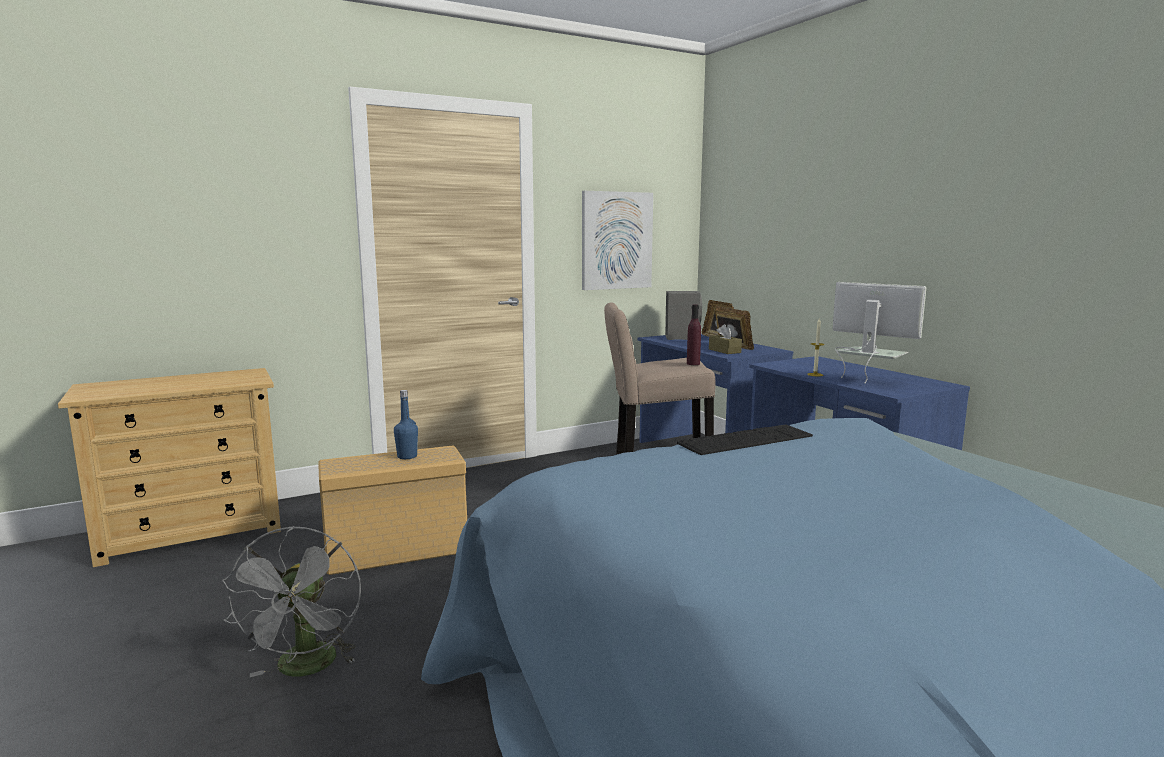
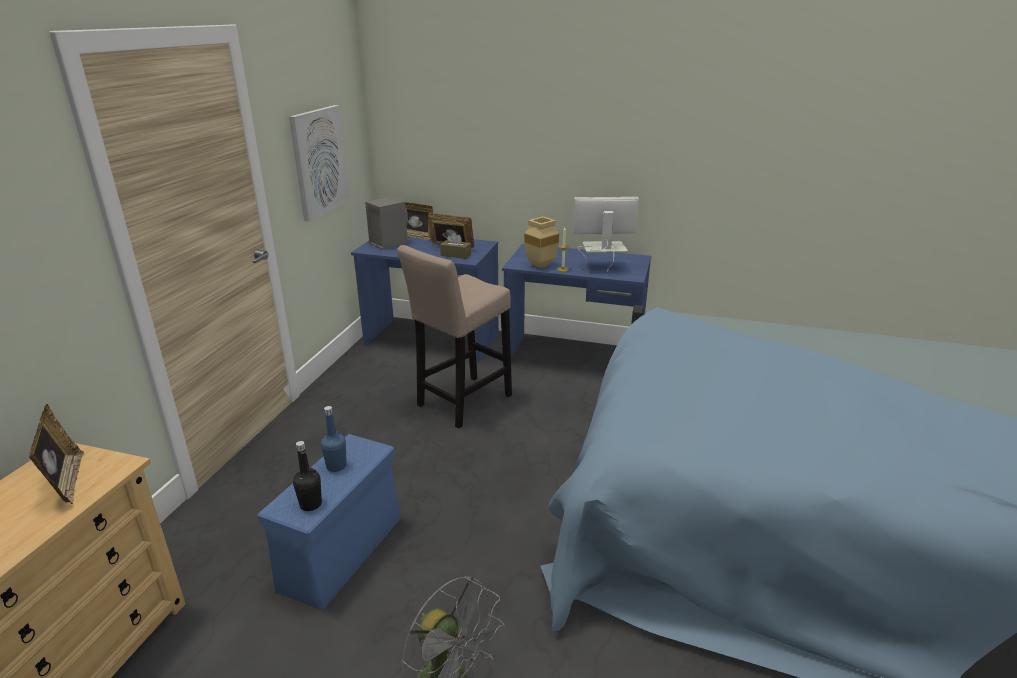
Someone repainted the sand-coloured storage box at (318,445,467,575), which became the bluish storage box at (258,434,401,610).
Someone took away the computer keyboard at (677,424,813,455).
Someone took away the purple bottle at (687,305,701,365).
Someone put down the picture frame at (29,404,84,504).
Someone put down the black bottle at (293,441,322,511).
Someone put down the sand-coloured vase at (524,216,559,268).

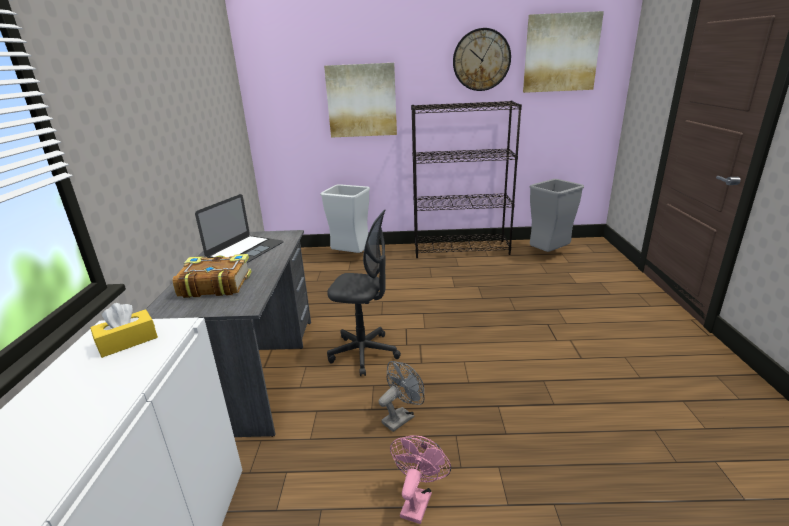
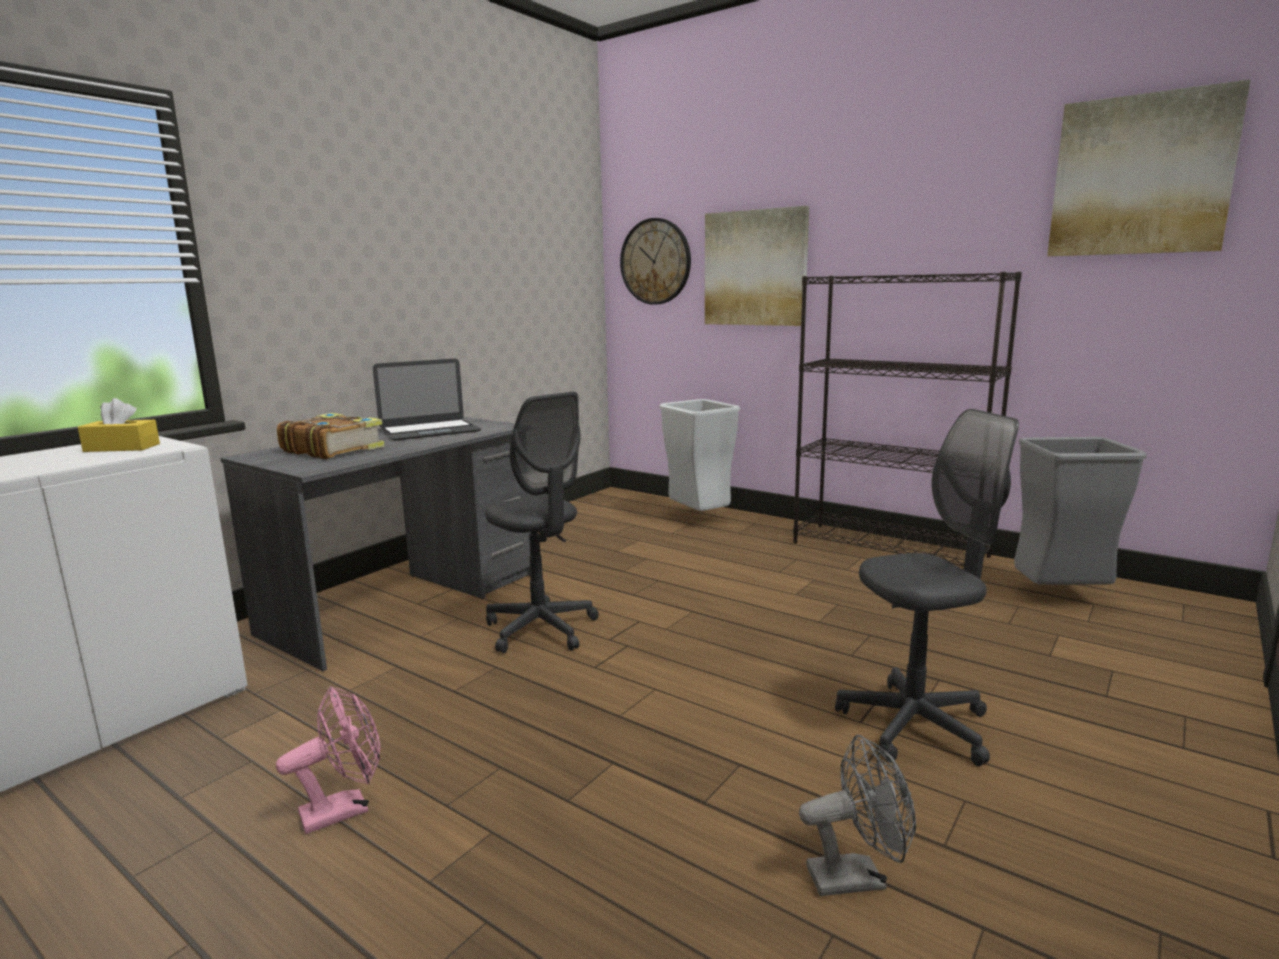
Someone carried the greyish fan from (378,361,425,432) to (799,735,916,896).
Someone carried the clock on the wall from (453,28,511,91) to (620,218,691,305).
Someone put down the greyish office chair at (835,409,1019,766).

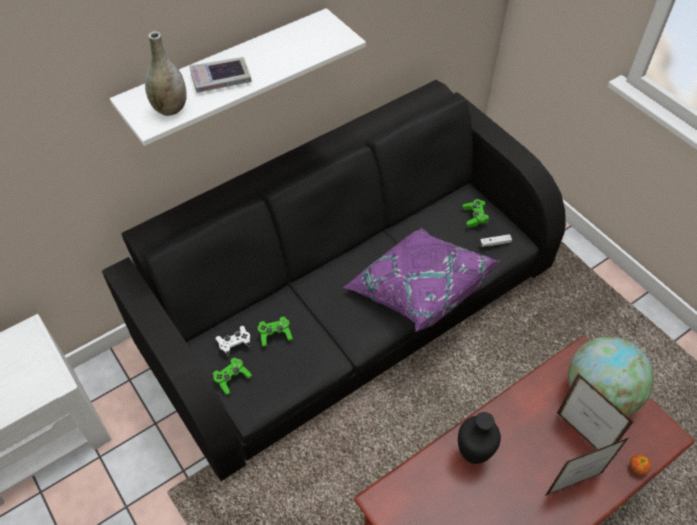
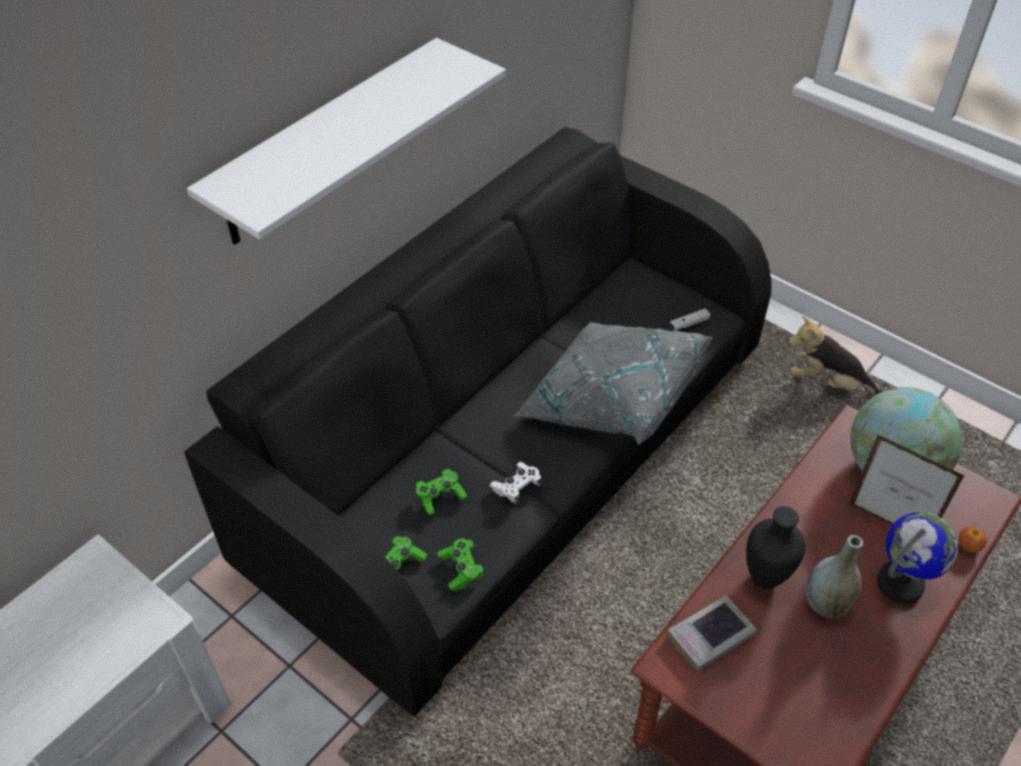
Someone carried the greyish vase from (145,31,187,116) to (806,535,863,618).
Someone carried the bound book from (189,57,252,93) to (667,596,757,671).
Someone carried the whitish joypad from (215,326,251,356) to (490,462,542,504).
Someone repainted the purple pillow at (343,227,500,332), which became the greyish pillow at (513,322,713,444).
Someone carried the green-coloured joypad from (462,199,490,227) to (437,539,485,591).
Someone swapped the picture frame at (545,438,628,496) for the world globe at (877,512,958,603).
Someone put down the plush toy at (788,316,883,395).

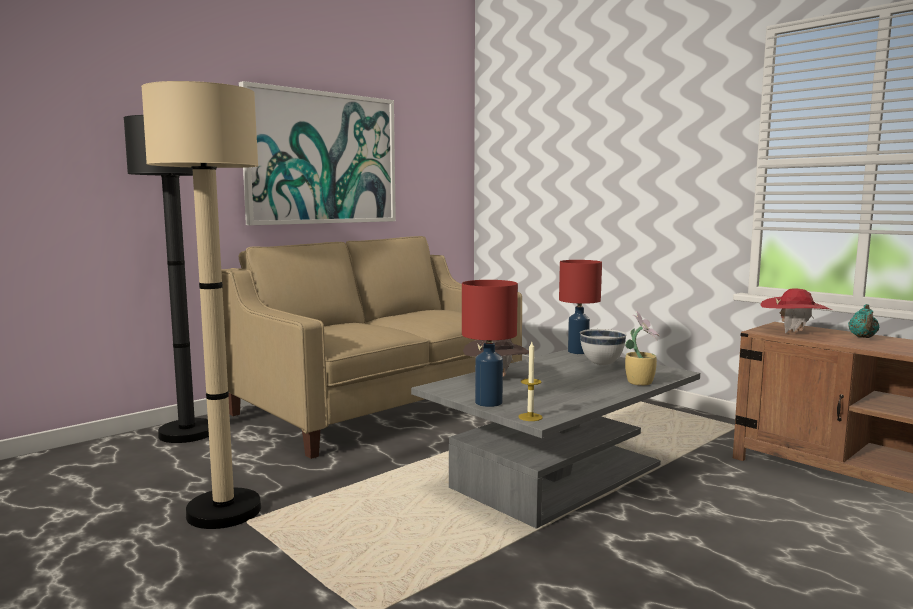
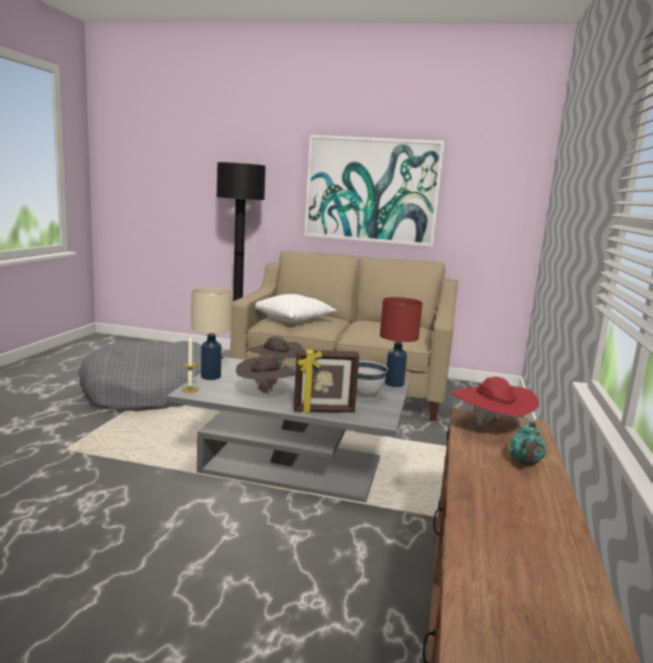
Someone swapped the sand-coloured standing lamp at (141,81,261,529) for the greyish dog bed at (78,341,201,411).
Someone repainted the red-coloured lamp for a table at (462,280,518,407), which became the sand-coloured lamp for a table at (191,288,233,380).
Someone swapped the potted plant at (625,311,659,386) for the picture frame at (294,350,359,413).
Someone rotated the turquoise teapot at (848,304,879,338) by 60 degrees counterclockwise.
Someone put down the brown-coloured wearable hat at (236,354,295,395).
Someone put down the whitish pillow at (255,294,337,323).

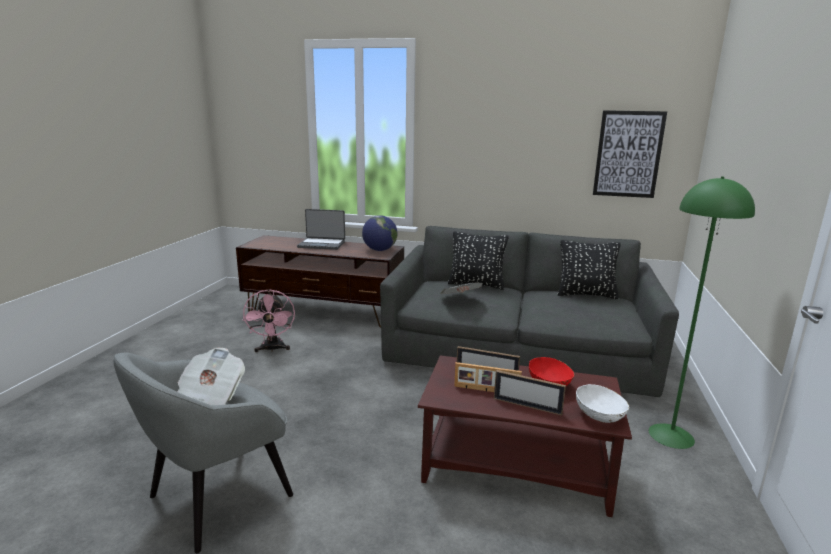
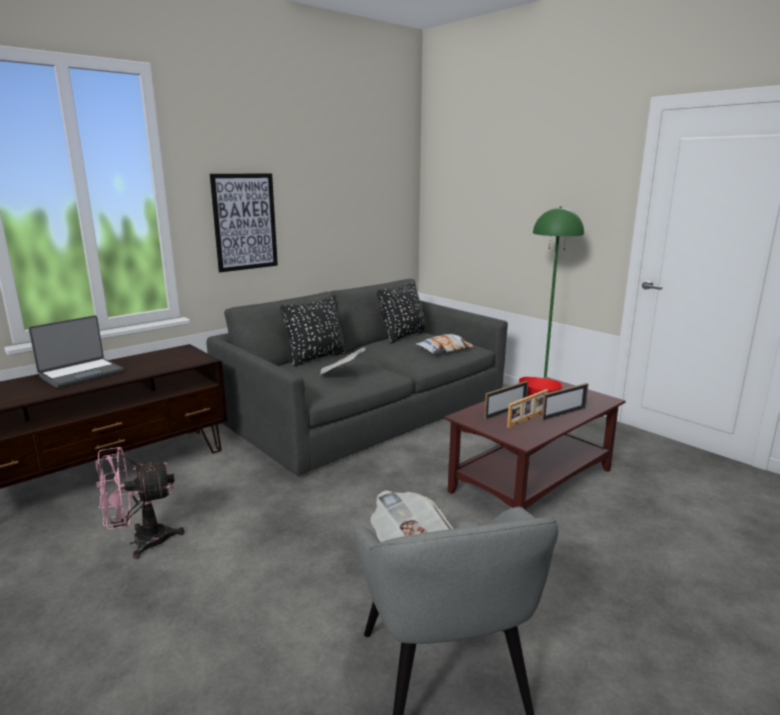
Someone rotated the pinkish fan at (243,289,295,352) by 135 degrees clockwise.
Someone took away the world globe at (362,215,397,251).
Someone took away the whitish serving bowl at (576,384,629,423).
Someone carried the wall art from (593,110,667,198) to (210,174,278,272).
Someone put down the pillow at (415,334,474,354).

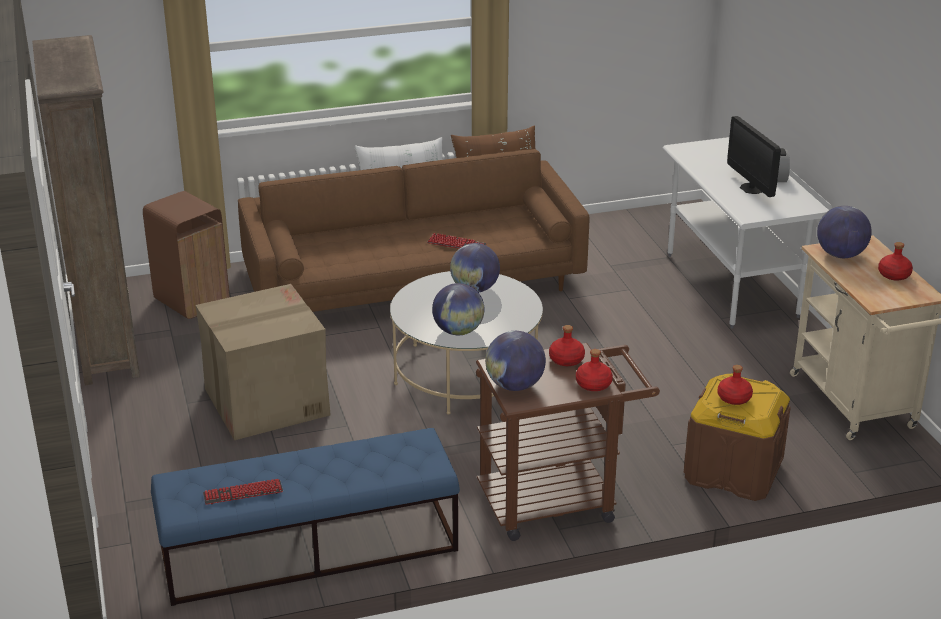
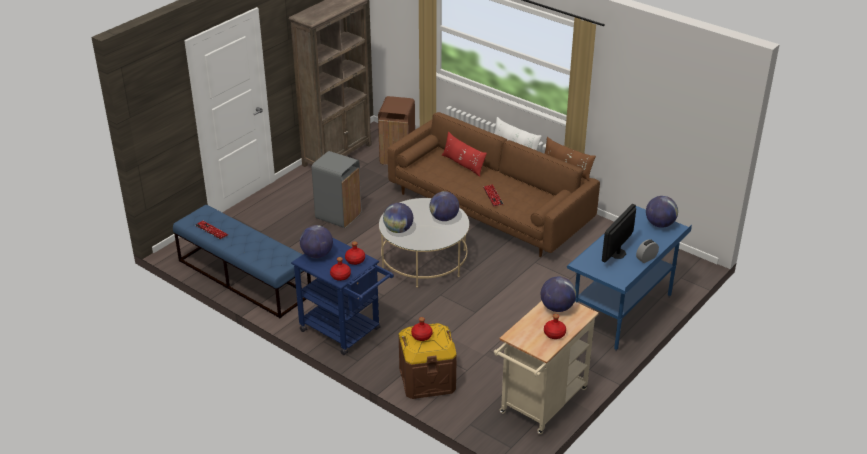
Someone swapped the packing box at (196,284,331,440) for the greyish trash can at (312,151,362,228).
Someone repainted the brown-coloured wheeled cart at (476,343,660,541), which became the bluish wheeled cart at (291,237,394,355).
Someone repainted the whitish desk at (663,137,832,329), which became the bluish desk at (567,206,692,351).
Someone put down the red-coloured pillow at (442,131,487,177).
Someone put down the world globe at (646,196,678,228).

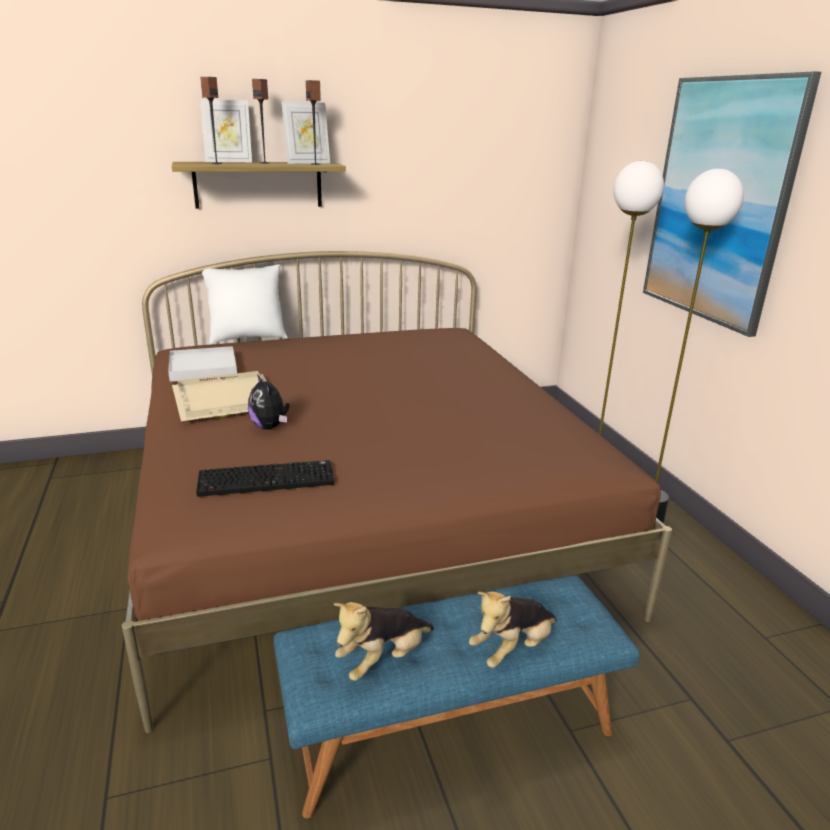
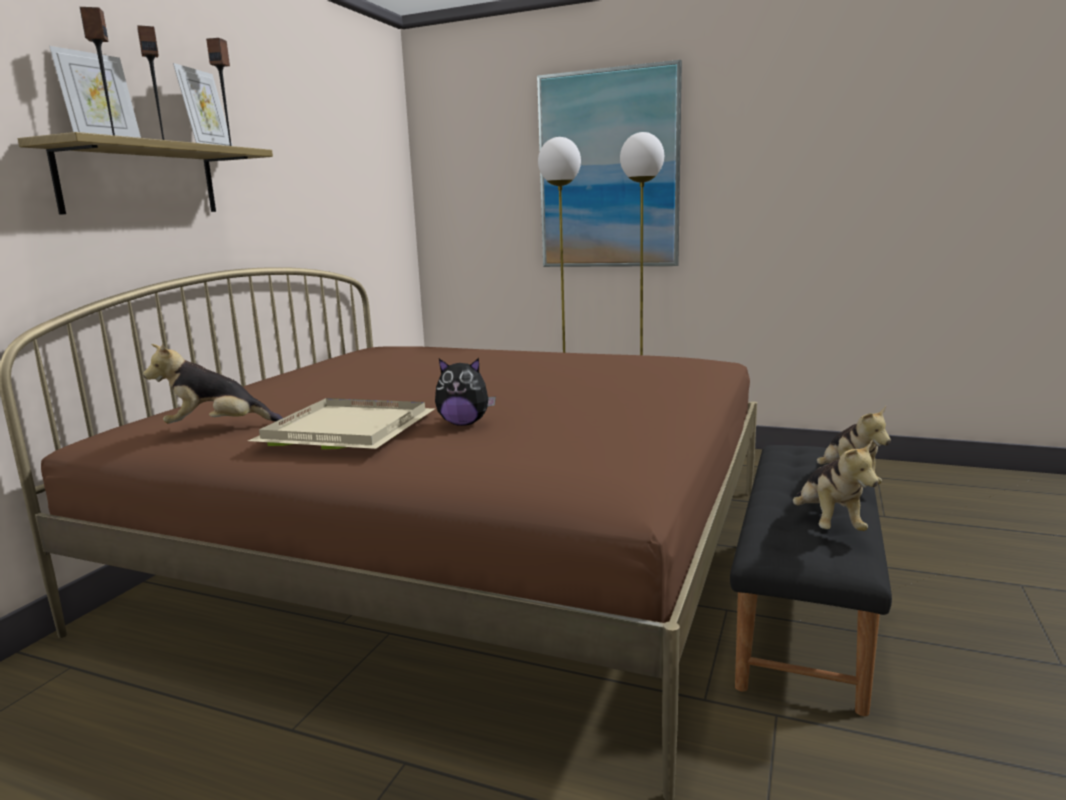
Someone swapped the whitish carrying tray at (168,346,237,382) for the plush toy at (143,344,283,423).
Someone took away the computer keyboard at (196,460,334,497).
Someone took away the whitish pillow at (202,264,288,345).
Someone repainted the bluish bench at (273,575,640,819), which became the black bench at (730,445,892,716).

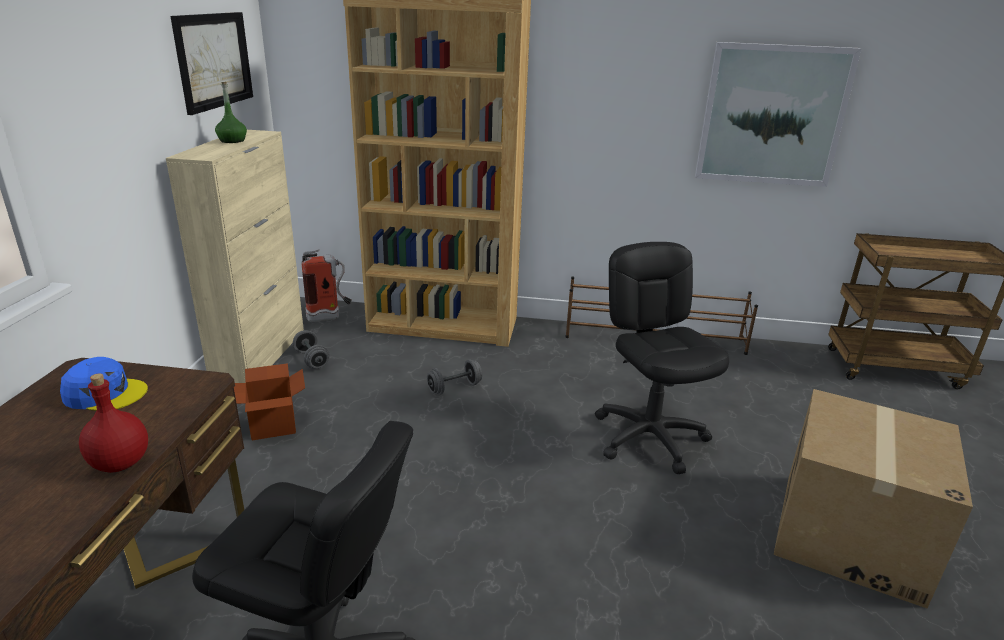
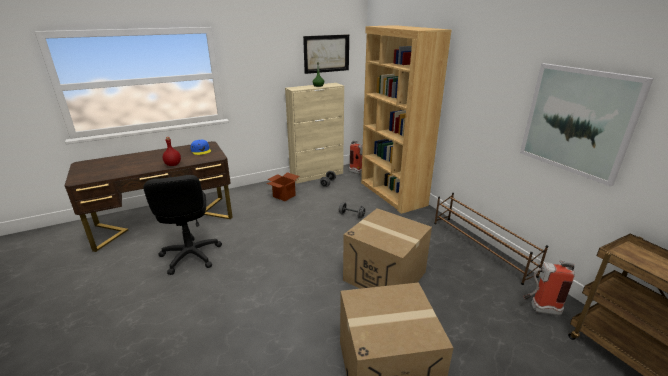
Someone swapped the black office chair at (595,242,729,474) for the packing box at (343,208,432,289).
Someone put down the fire-fighting cylinder at (523,260,575,315).

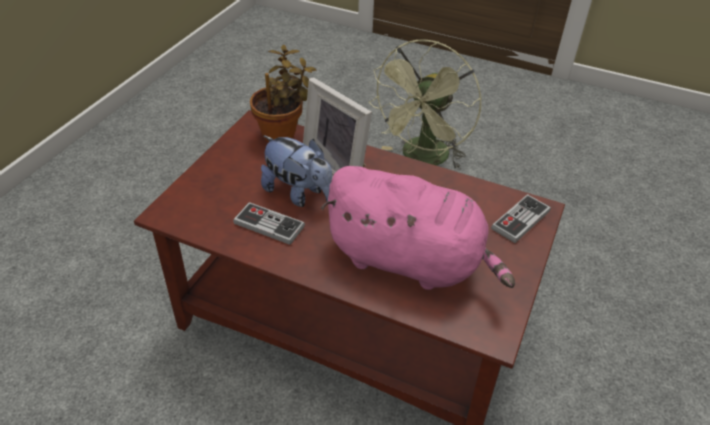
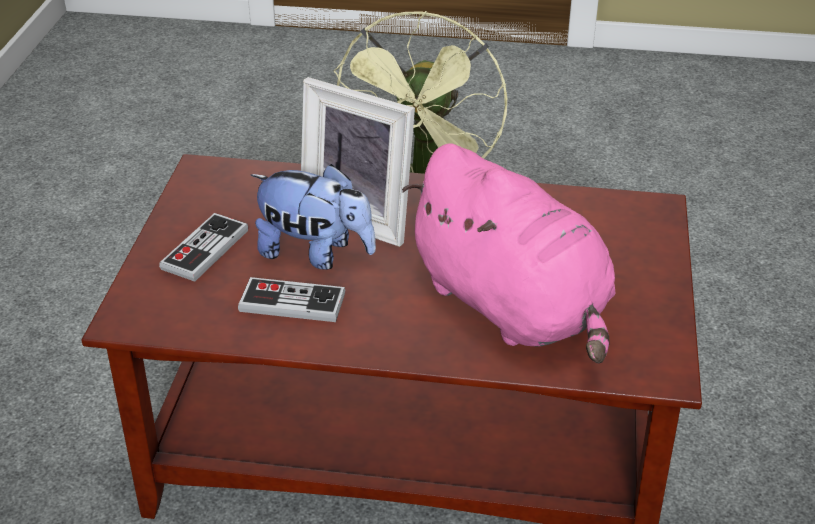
Someone took away the potted plant at (250,45,317,143).
Someone rotated the pinkish plush toy at (321,166,515,290) by 45 degrees clockwise.
Someone carried the joypad from (491,194,551,243) to (159,213,248,282).

